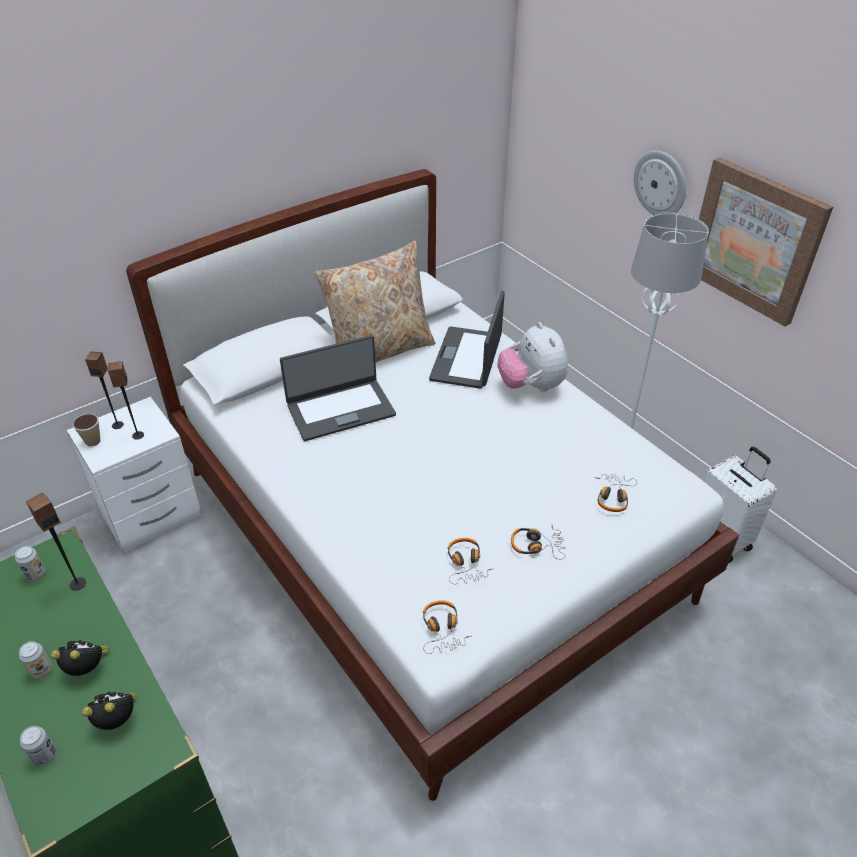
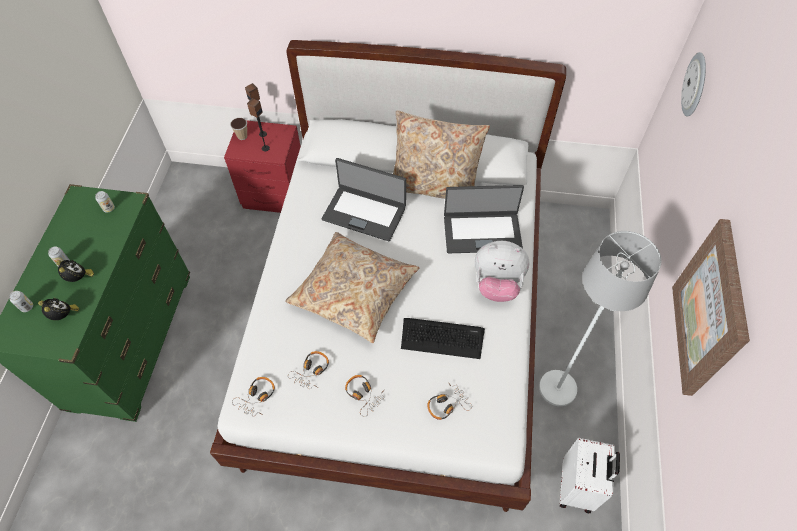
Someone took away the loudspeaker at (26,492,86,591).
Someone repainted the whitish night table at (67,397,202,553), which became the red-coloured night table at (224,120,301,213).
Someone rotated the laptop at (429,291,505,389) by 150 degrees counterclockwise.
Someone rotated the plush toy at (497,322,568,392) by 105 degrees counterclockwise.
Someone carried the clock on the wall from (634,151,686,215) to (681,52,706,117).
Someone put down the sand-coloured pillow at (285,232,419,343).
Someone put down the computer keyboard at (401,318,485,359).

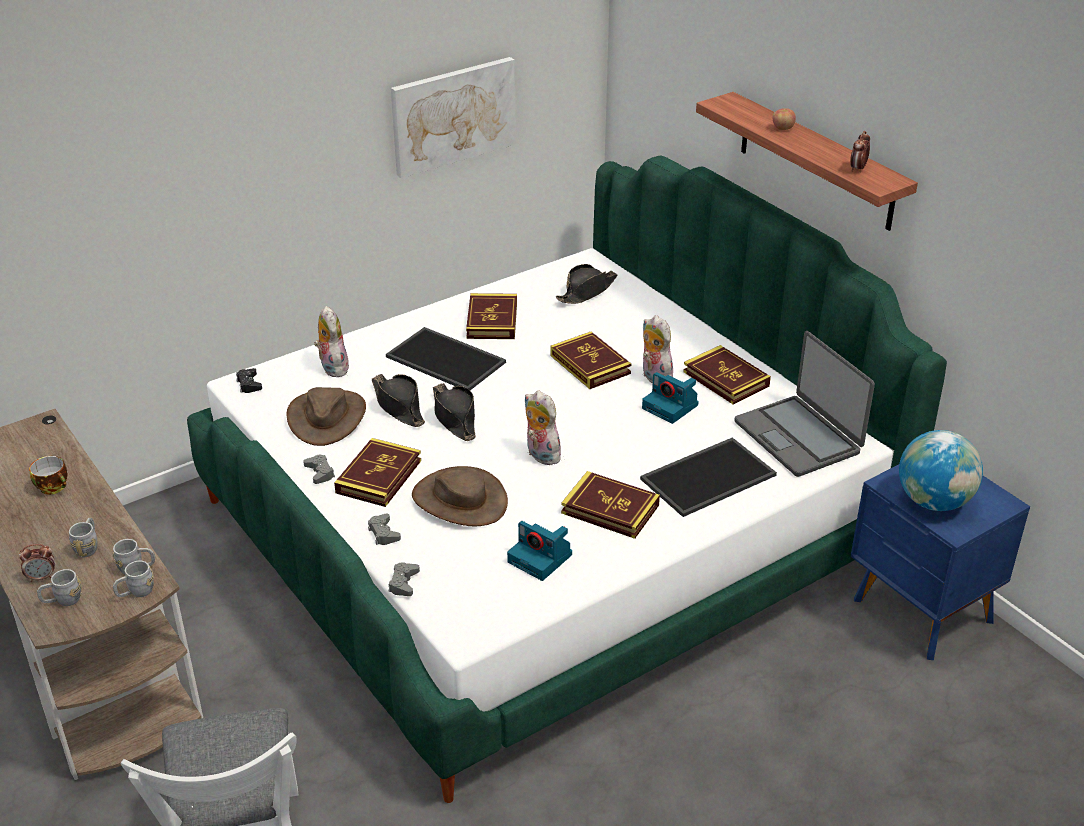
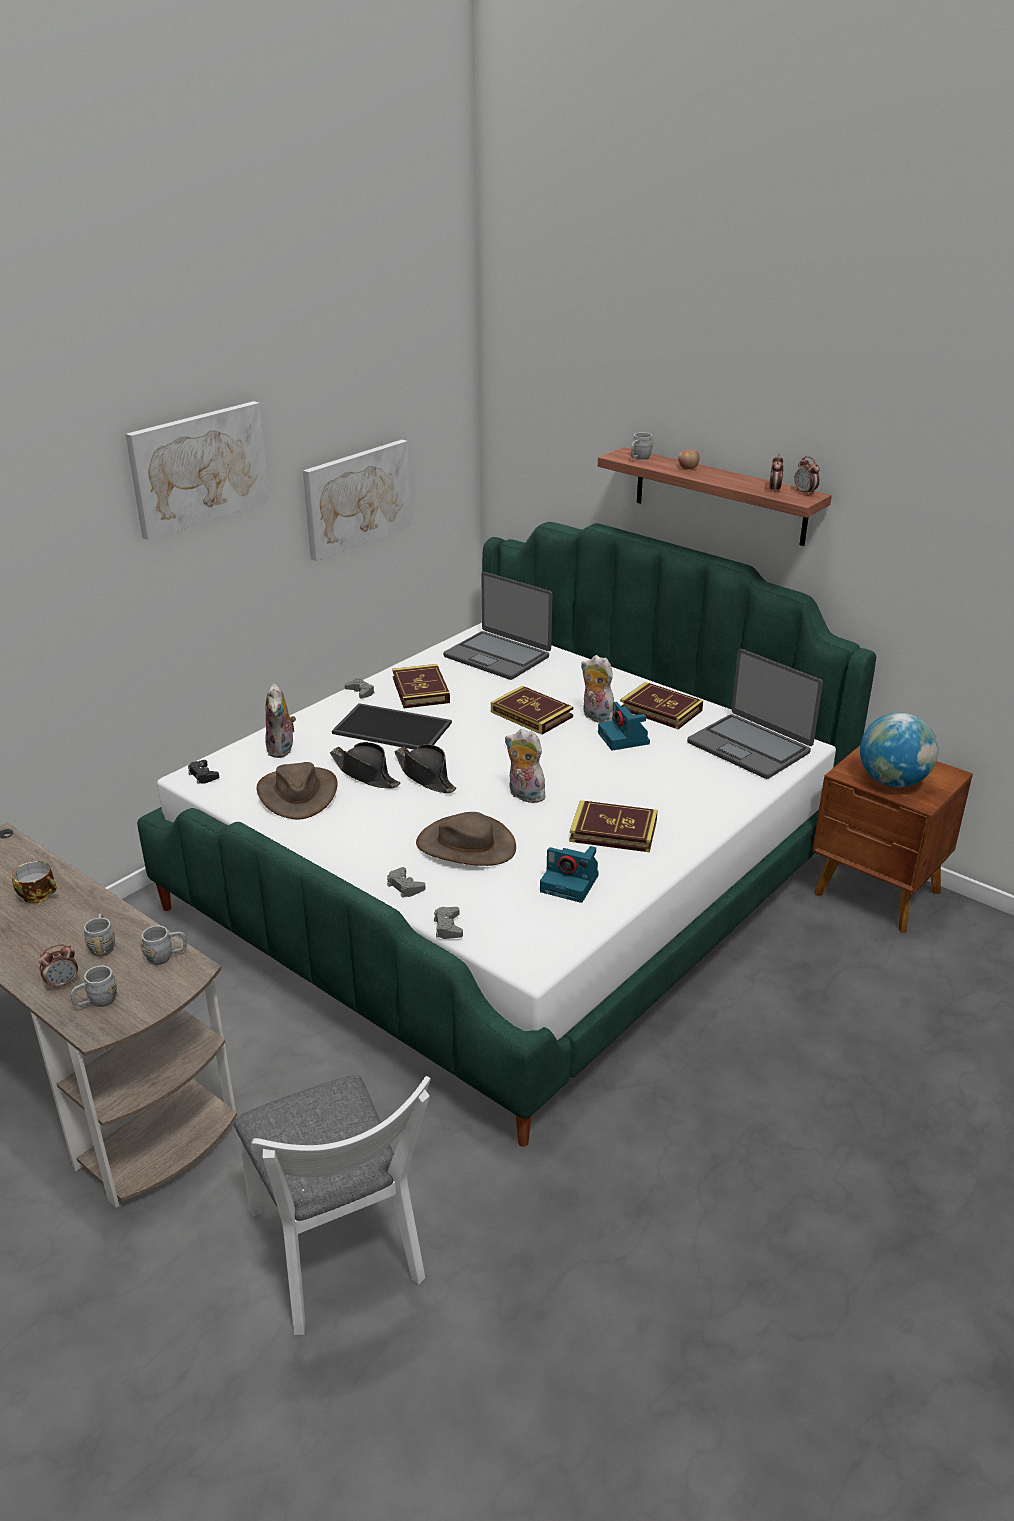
Someone carried the greyish coffee mug from (113,561,154,597) to (631,432,653,460).
Someone carried the greyish joypad from (303,455,335,484) to (345,678,374,698).
Someone rotated the plush toy at (314,306,349,377) by 150 degrees counterclockwise.
Someone took away the bound book at (334,438,421,507).
Someone swapped the black wearable hat at (556,264,617,304) for the laptop at (443,572,552,680).
Someone took away the carrying tray at (640,437,777,517).
Someone rotated the photo camera at (642,372,699,424) by 45 degrees clockwise.
Someone repainted the bluish night table at (851,464,1030,660), which became the brown-coloured night table at (813,746,973,933).
Someone put up the wall art at (125,401,270,540).
Someone put down the bedside clock at (795,456,820,496).

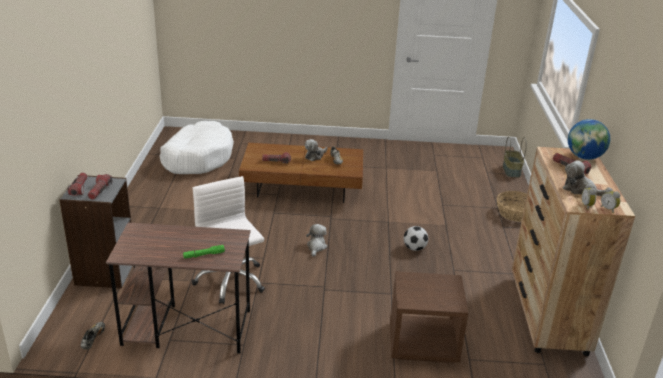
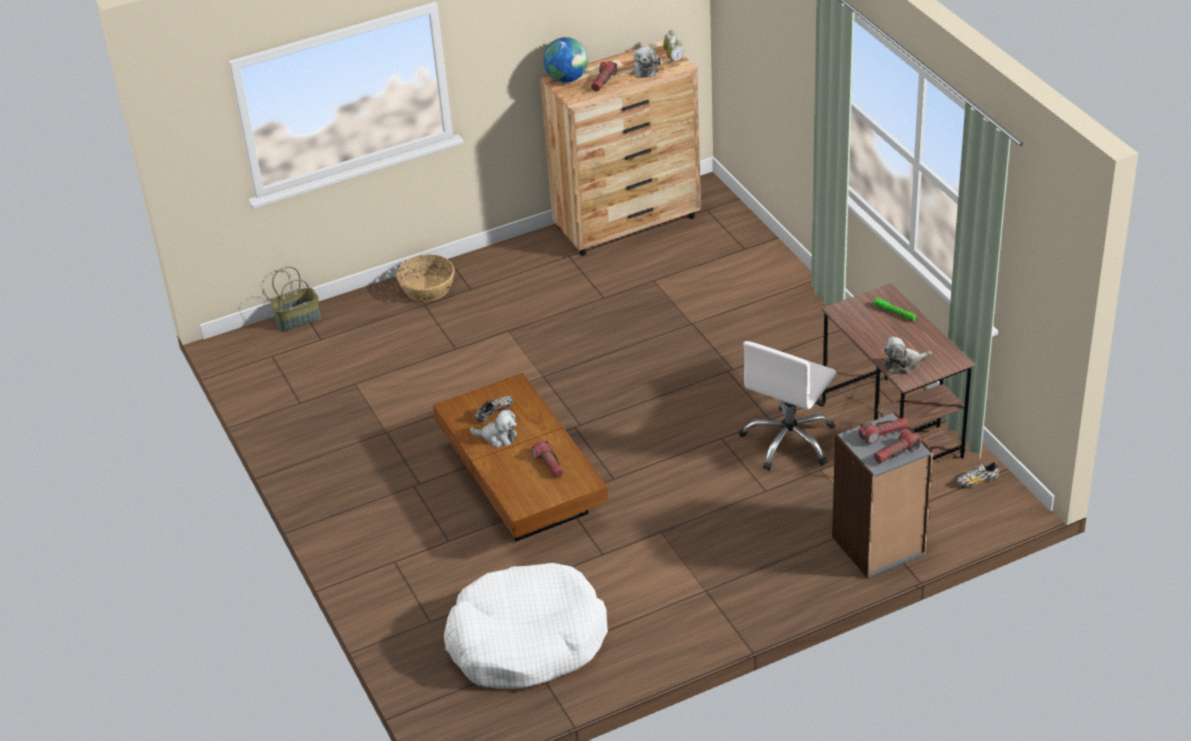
Someone carried the plush toy from (306,224,327,257) to (883,337,932,374).
Someone took away the brown-coloured night table at (390,271,468,363).
Someone took away the ball for football at (404,226,428,251).

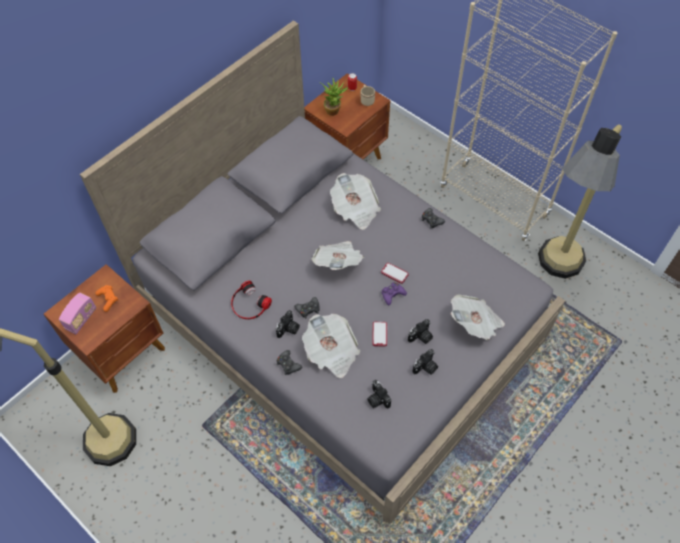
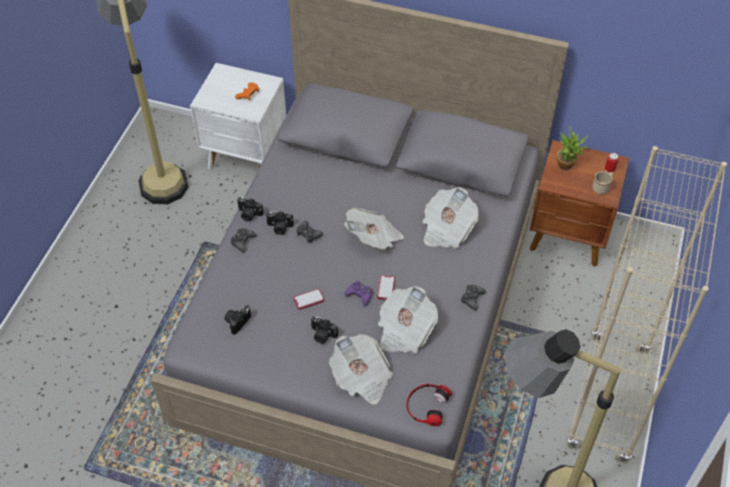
Someone repainted the brown-coloured night table at (44,264,165,393), which became the whitish night table at (190,63,286,170).
Someone took away the radio receiver at (59,293,96,334).
Someone carried the headphones from (231,281,272,319) to (406,384,452,426).
Someone carried the daily paper from (302,314,360,378) to (378,286,438,353).
Someone carried the photo camera from (412,349,438,375) to (237,197,263,222).

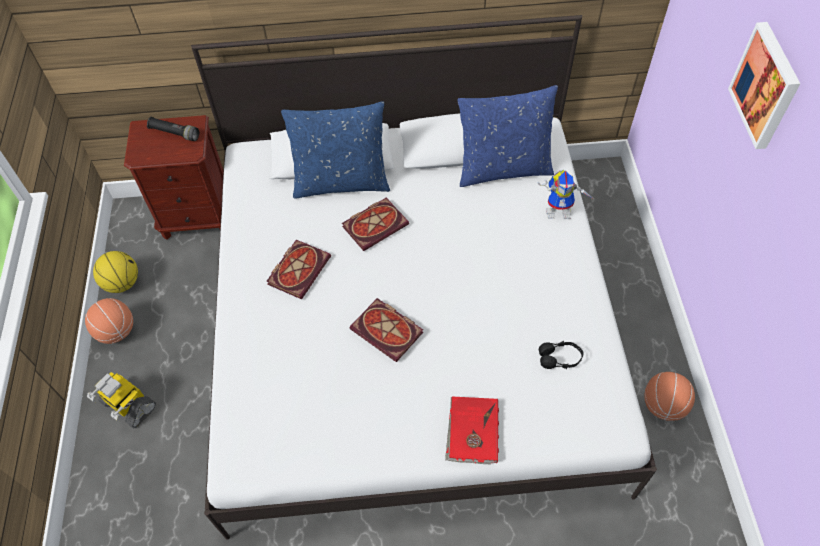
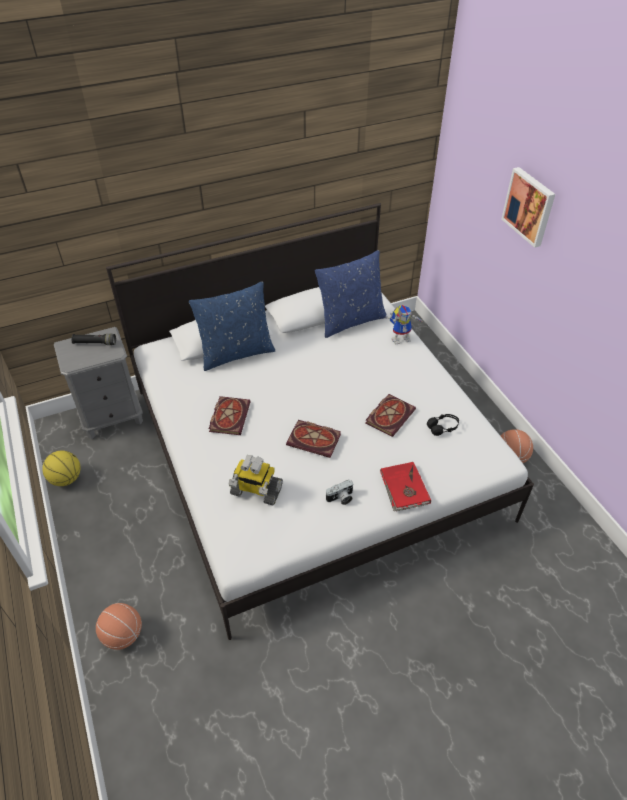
Someone carried the basketball from (85,298,133,344) to (96,603,142,650).
Someone carried the model robot from (87,372,156,428) to (228,455,283,506).
Someone repainted the brown-coloured night table at (124,115,224,240), which became the greyish night table at (54,327,143,439).
Someone carried the bound book from (342,198,409,251) to (366,394,416,437).
Someone put down the photo camera at (325,480,354,505).

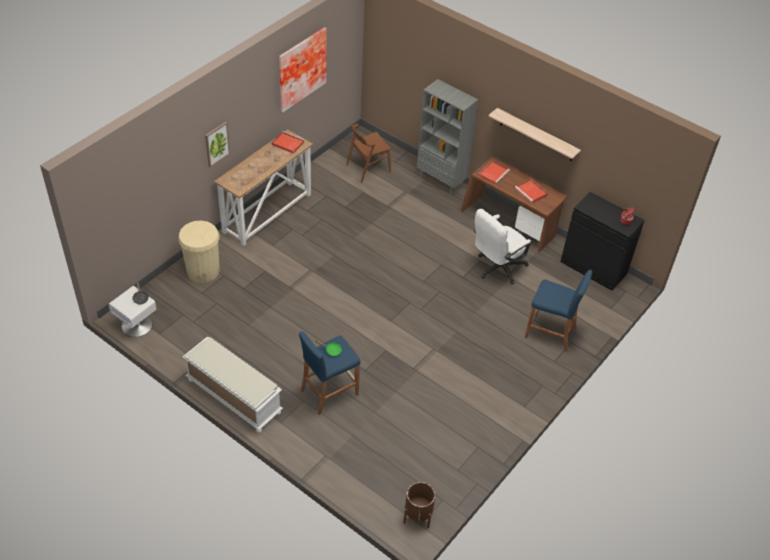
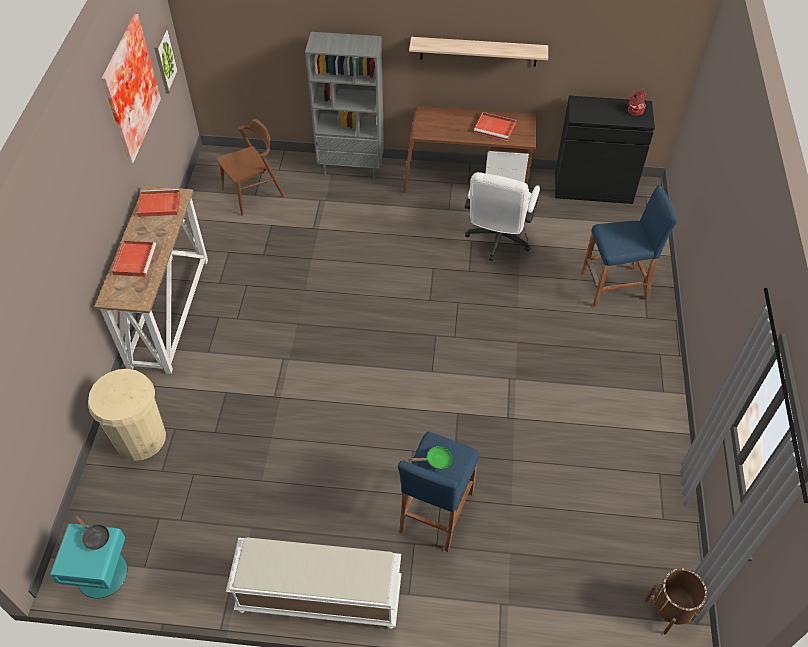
Someone repainted the whitish night table at (108,286,157,337), which became the turquoise night table at (50,524,127,598).
Someone carried the wall art from (205,122,230,168) to (154,25,179,94).
Someone rotated the brown-coloured plain chair at (346,124,391,183) by 150 degrees counterclockwise.
Someone carried the red-coloured carrying tray from (478,160,510,185) to (112,241,156,277).

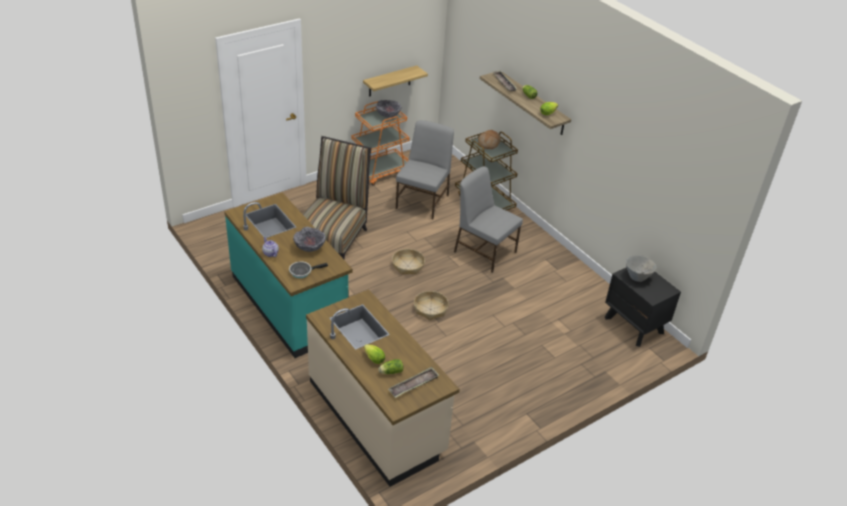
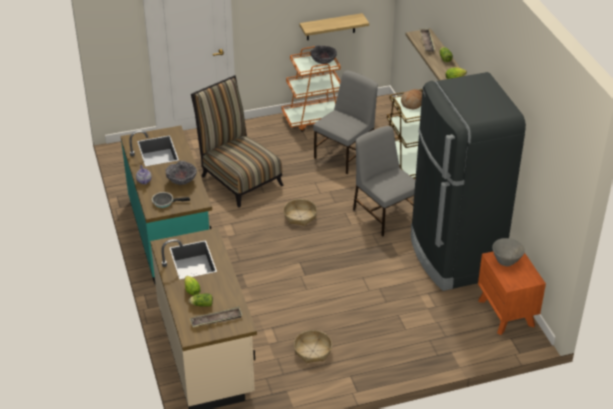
Someone rotated the plain chair at (303,136,371,260) by 75 degrees counterclockwise.
Someone carried the basket from (414,291,449,320) to (294,330,332,363).
Someone repainted the black night table at (605,267,681,347), which became the orange-coloured night table at (478,251,546,335).
Someone put down the black kitchen fridge at (411,72,526,291).

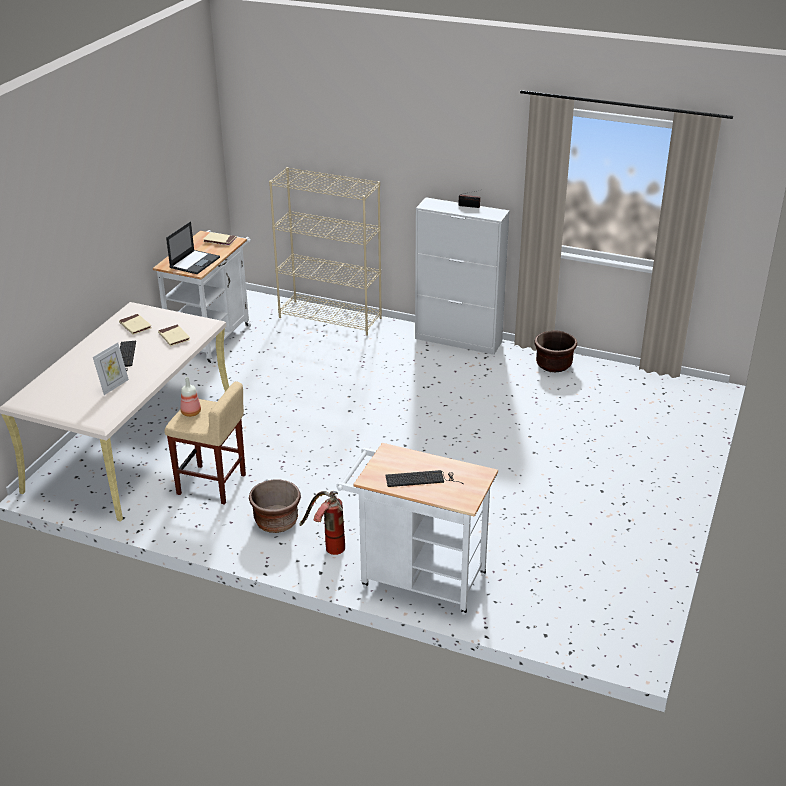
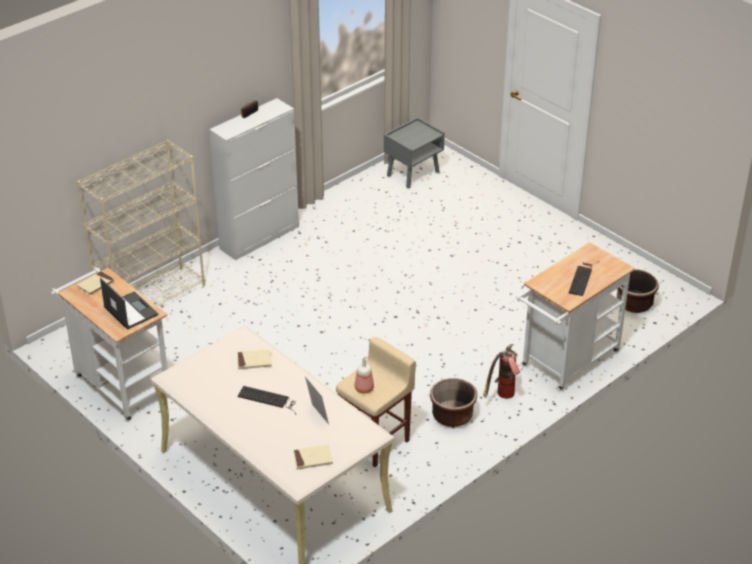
Someone carried the sand-coloured bound book from (119,314,152,335) to (293,445,333,469).
Someone carried the brown-coloured plant pot from (534,331,577,372) to (617,269,659,313).
Someone put down the greyish night table at (384,117,445,188).

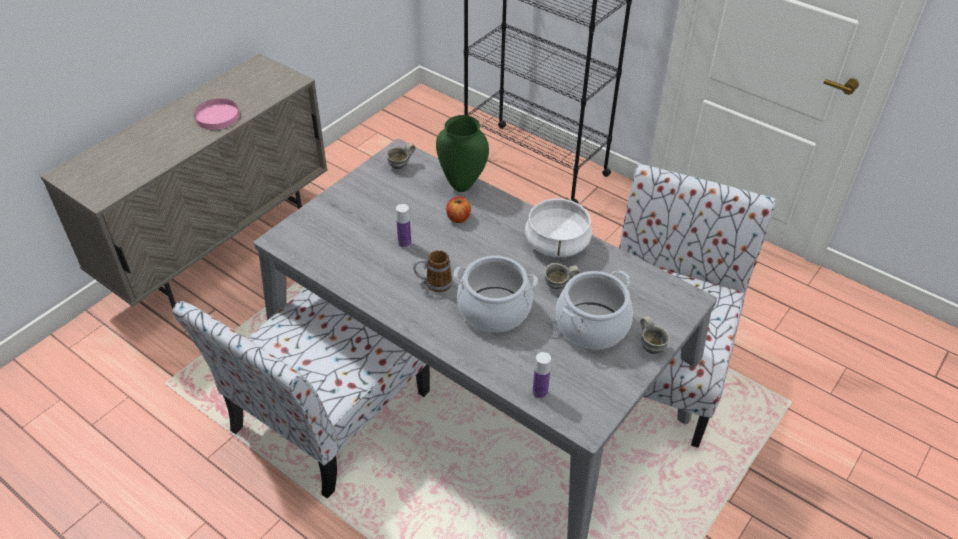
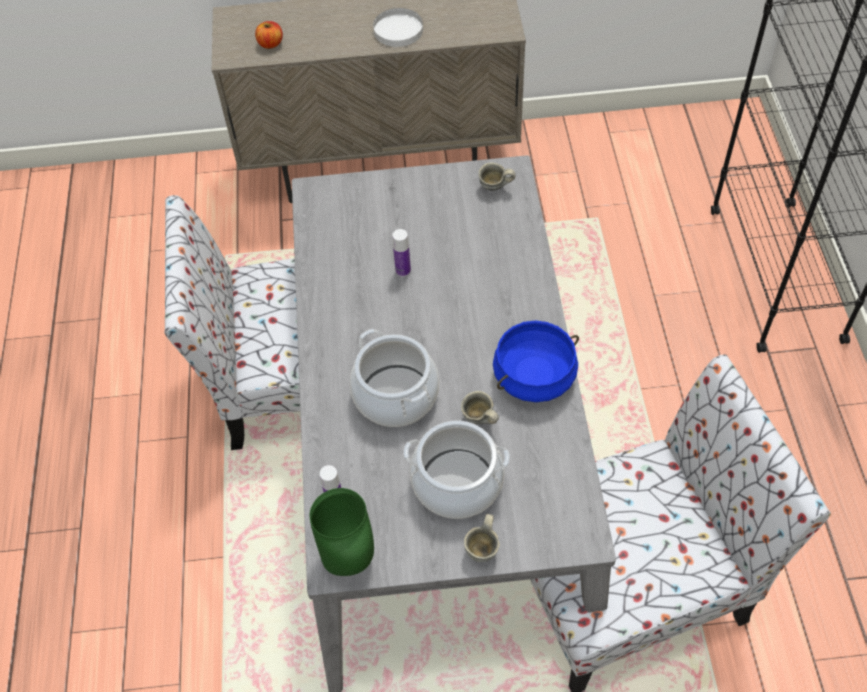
Someone repainted the pinkish plate at (194,99,240,130), which became the whitish plate at (373,8,423,47).
Someone took away the coffee mug at (413,250,453,292).
Someone carried the green-coloured vase from (436,115,489,192) to (310,488,374,576).
Someone carried the apple fruit from (446,196,471,223) to (255,21,283,49).
Someone repainted the whitish stockpot at (525,197,592,257), which became the bluish stockpot at (493,320,579,402).

